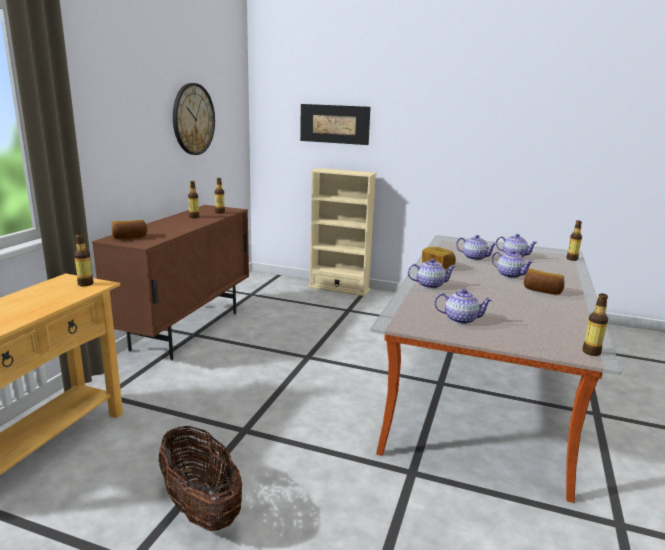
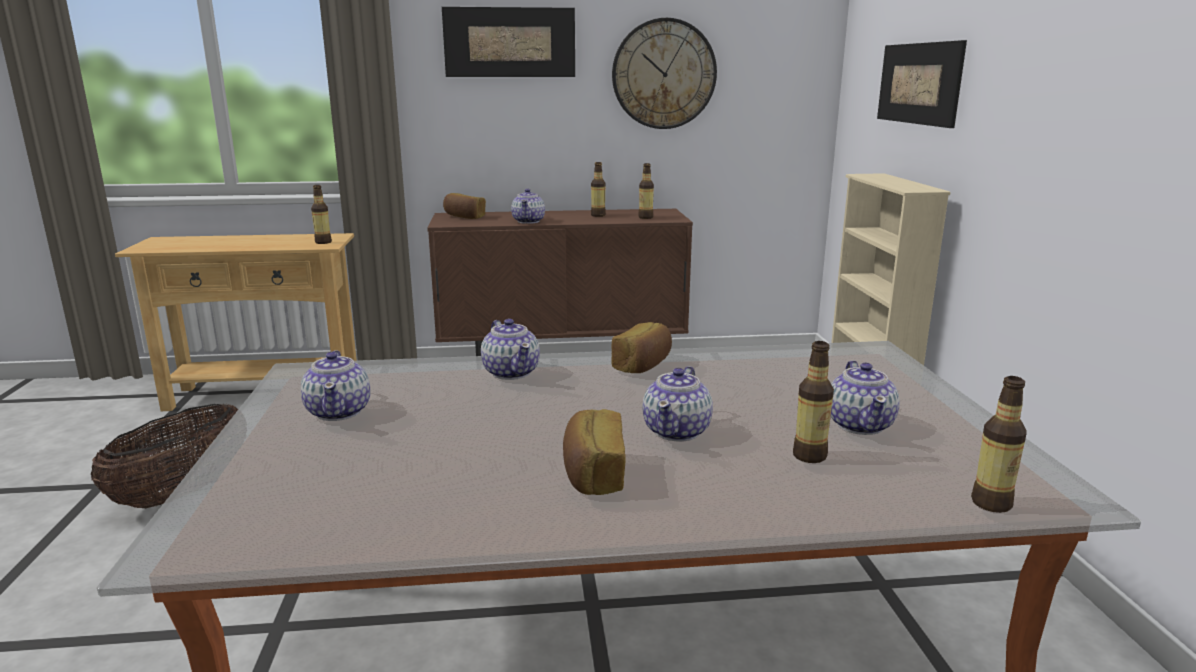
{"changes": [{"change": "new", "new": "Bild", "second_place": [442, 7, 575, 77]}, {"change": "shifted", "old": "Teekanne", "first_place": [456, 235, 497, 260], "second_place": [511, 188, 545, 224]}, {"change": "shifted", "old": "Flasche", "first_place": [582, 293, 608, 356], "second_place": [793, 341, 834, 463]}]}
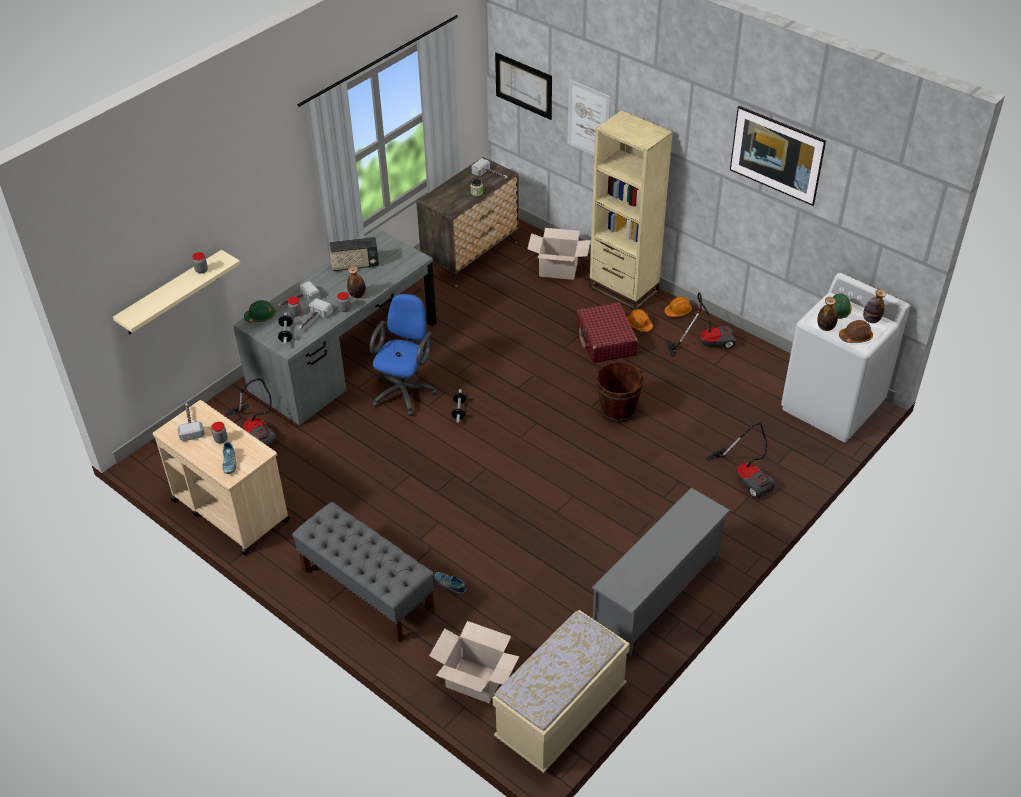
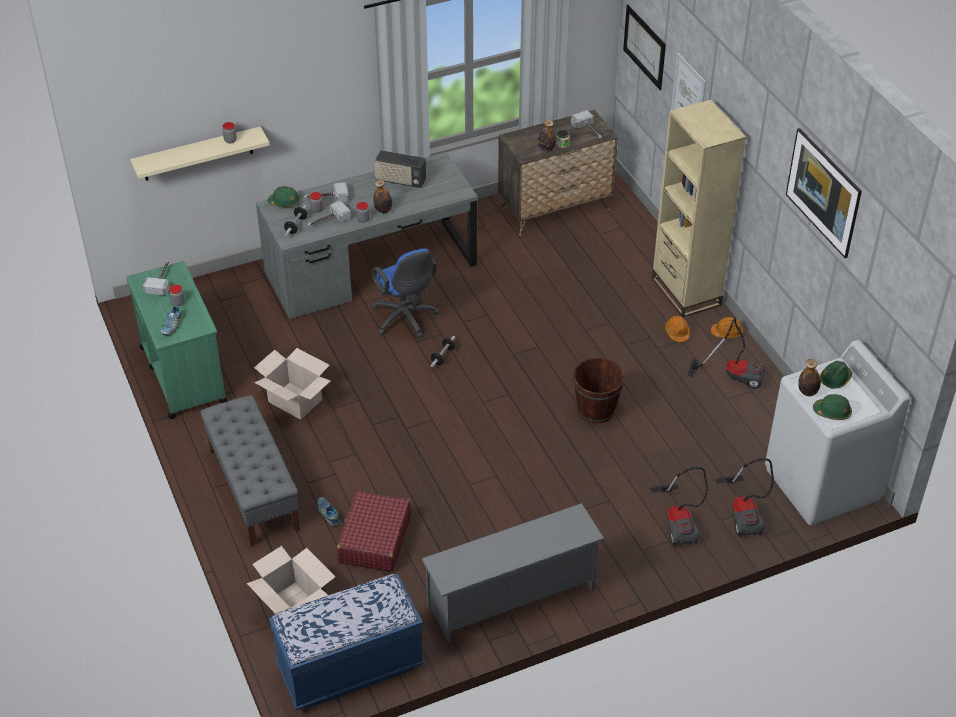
{"changes": [{"change": "shifted", "old": "Staubsauger", "first_place": [226, 378, 277, 446], "second_place": [716, 458, 774, 537]}, {"change": "shifted", "old": "Karton", "first_place": [527, 228, 591, 280], "second_place": [254, 348, 330, 420]}, {"change": "shifted", "old": "Koffer [rot]", "first_place": [577, 302, 638, 363], "second_place": [337, 491, 411, 572]}, {"change": "shifted", "old": "Flasche", "first_place": [863, 289, 886, 323], "second_place": [538, 120, 556, 152]}, {"change": "repainted", "old": "Rollwagen [beige]", "new": "Rollwagen [grün]", "first_place": [153, 400, 290, 555], "second_place": [126, 261, 227, 419]}, {"change": "repainted", "old": "Bank [beige]", "new": "Bank [blau]", "first_place": [492, 610, 630, 773], "second_place": [269, 574, 424, 710]}, {"change": "repainted", "old": "Schutzhelm [braun]", "new": "Schutzhelm [grün]", "first_place": [839, 320, 873, 343], "second_place": [813, 394, 852, 420]}, {"change": "rotated", "old": "Bürostuhl [blau]", "first_place": [370, 294, 437, 416], "second_place": [371, 248, 438, 339], "degrees": 105}]}
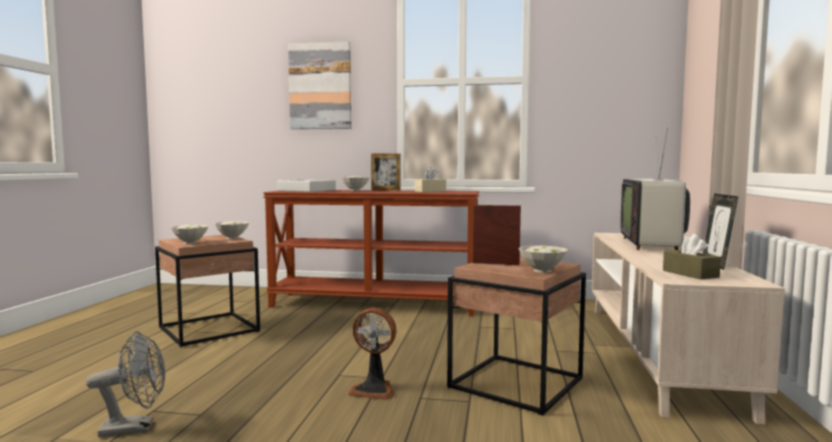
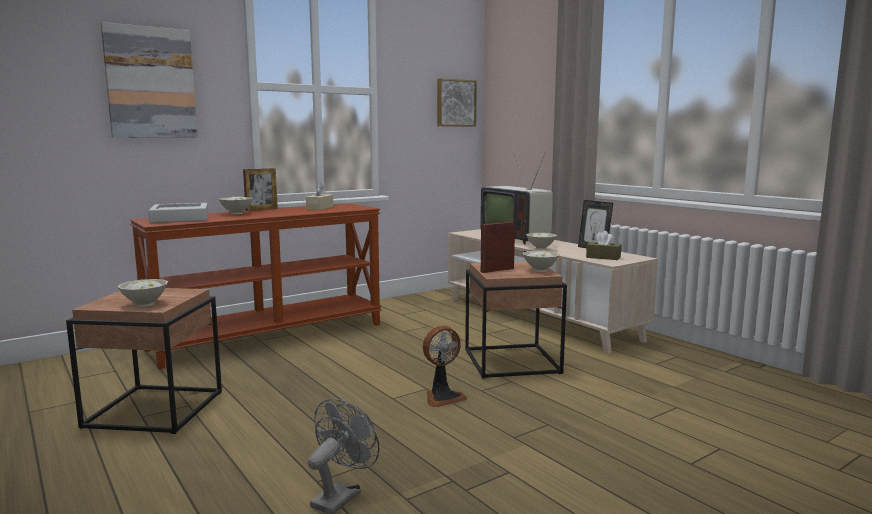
{"changes": [{"change": "new", "new": "Bild", "second_place": [437, 78, 477, 127]}, {"change": "shifted", "old": "Schüssel [weiß]", "first_place": [215, 221, 249, 239], "second_place": [526, 233, 557, 250]}]}
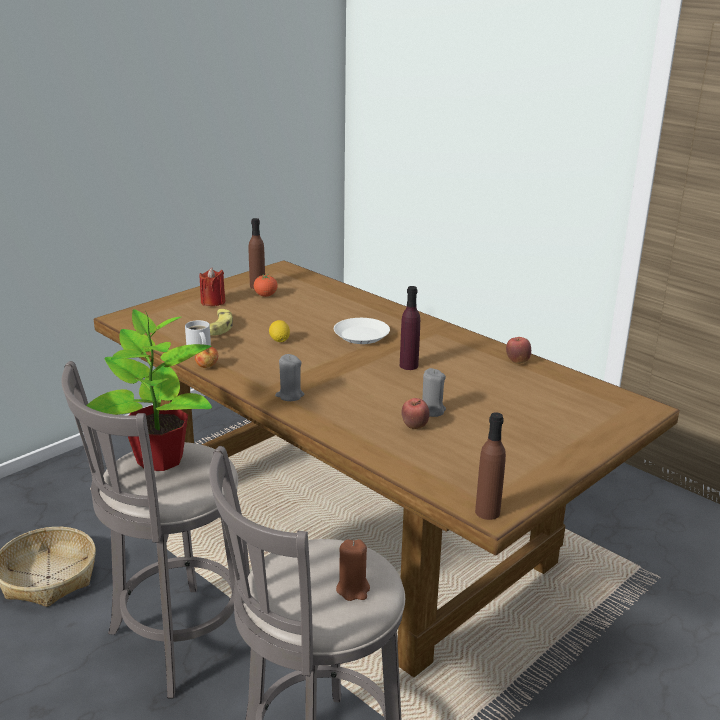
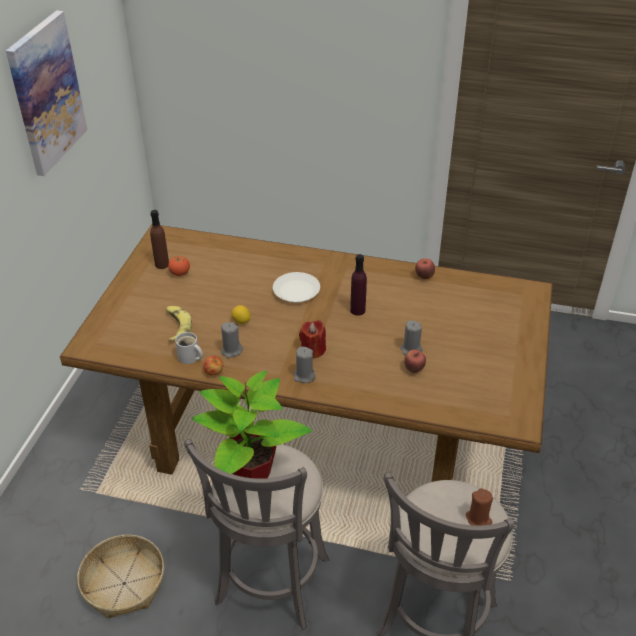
{"changes": [{"change": "gone", "old": "Flasche [braun]", "first_place": [475, 412, 506, 520]}, {"change": "new", "new": "Bild", "second_place": [6, 10, 87, 176]}, {"change": "new", "new": "Kerze [grau]", "second_place": [221, 322, 243, 359]}, {"change": "shifted", "old": "Kerze [rot]", "first_place": [199, 268, 225, 306], "second_place": [299, 320, 326, 358]}]}
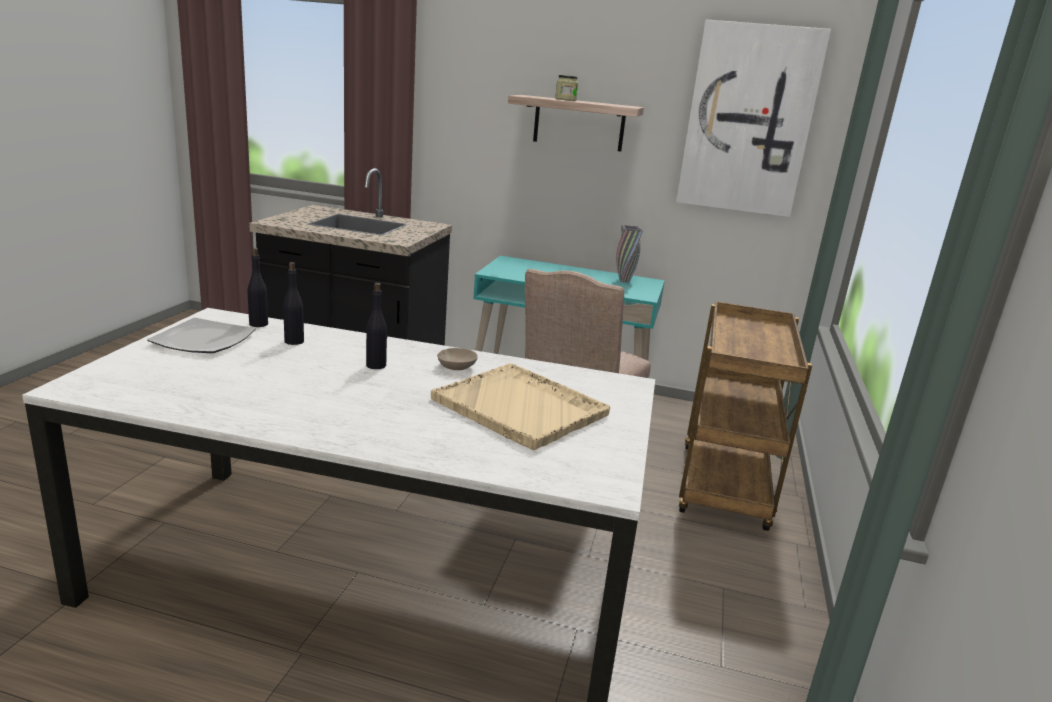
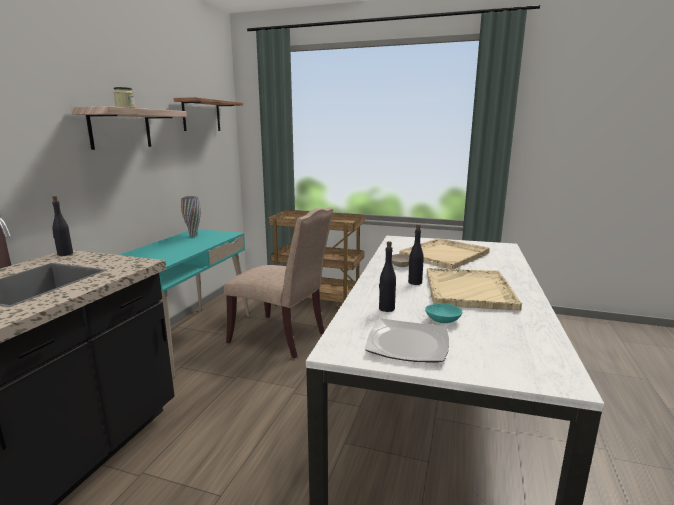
{"changes": [{"change": "new", "new": "Schüssel [türkis]", "second_place": [425, 303, 462, 323]}, {"change": "new", "new": "Tablett [beige]", "second_place": [427, 268, 522, 311]}, {"change": "shifted", "old": "Flasche [schwarz]", "first_place": [247, 248, 268, 327], "second_place": [52, 196, 73, 256]}, {"change": "swapped", "old": "Bild", "new": "Wandregal", "first_place": [676, 19, 831, 217], "second_place": [173, 97, 243, 131]}]}
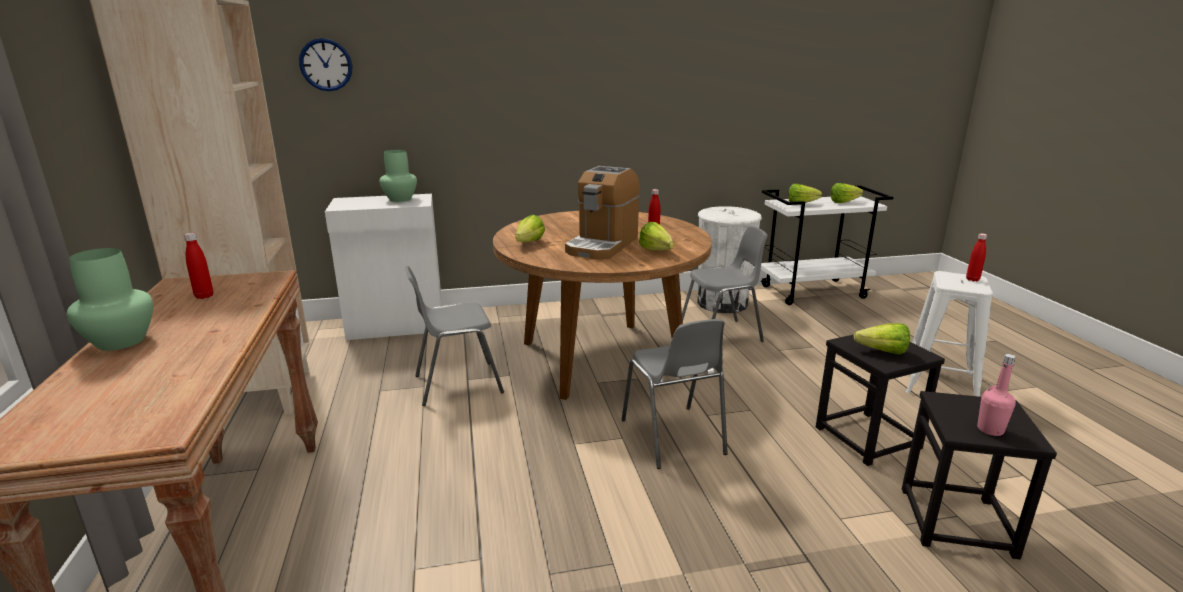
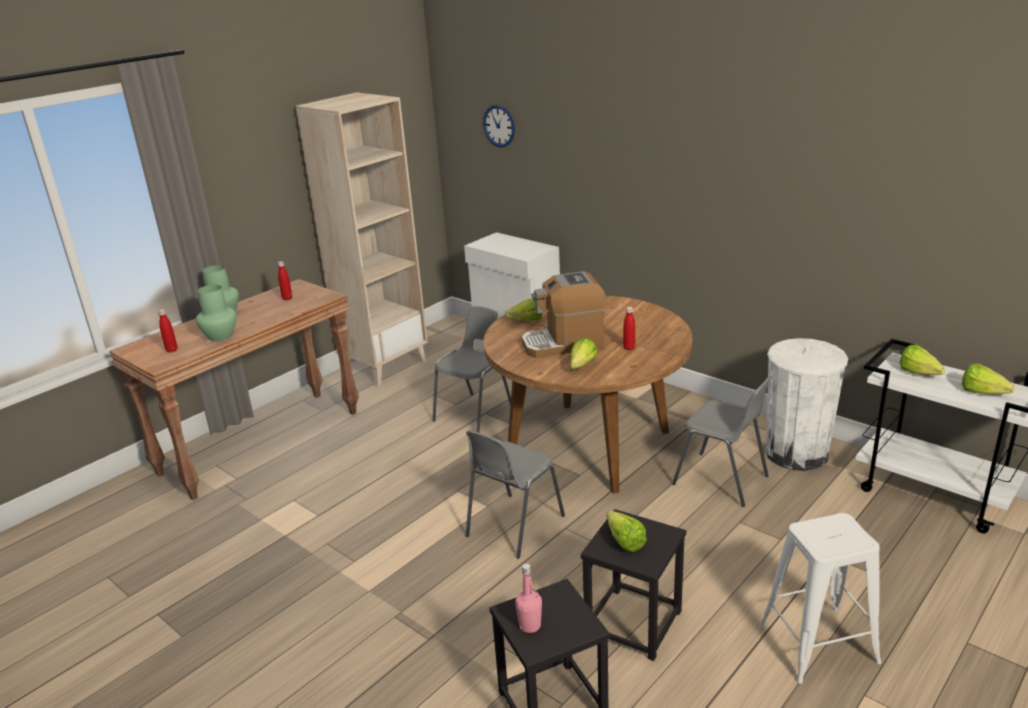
{"changes": [{"change": "shifted", "old": "Vase [grün]", "first_place": [379, 150, 417, 202], "second_place": [196, 285, 236, 341]}, {"change": "shifted", "old": "Flasche [rot]", "first_place": [966, 233, 987, 281], "second_place": [158, 309, 177, 352]}, {"change": "rotated", "old": "Stuhl [grau]", "first_place": [405, 265, 504, 406], "second_place": [432, 306, 511, 432], "degrees": 90}]}
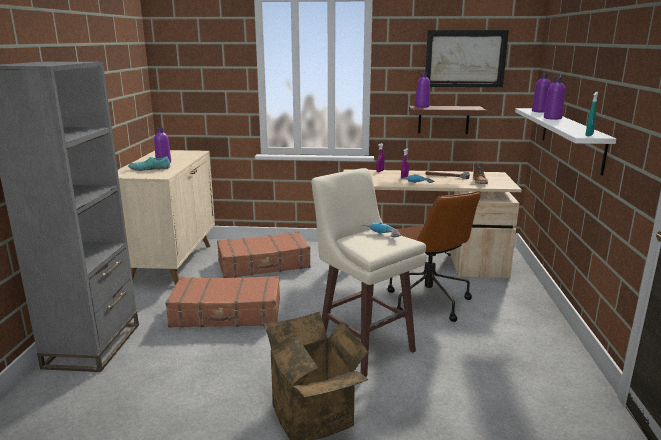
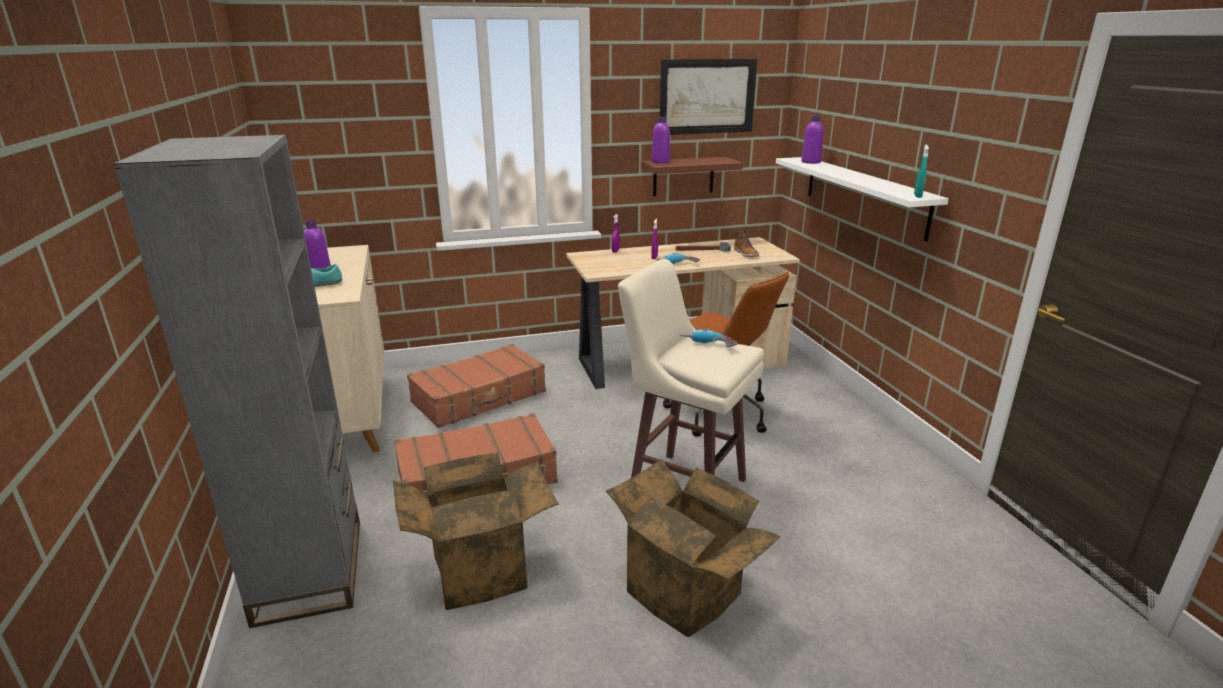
{"changes": [{"change": "gone", "old": "Flasche [lila]", "first_place": [544, 77, 565, 120]}, {"change": "new", "new": "Karton", "second_place": [393, 453, 559, 610]}]}
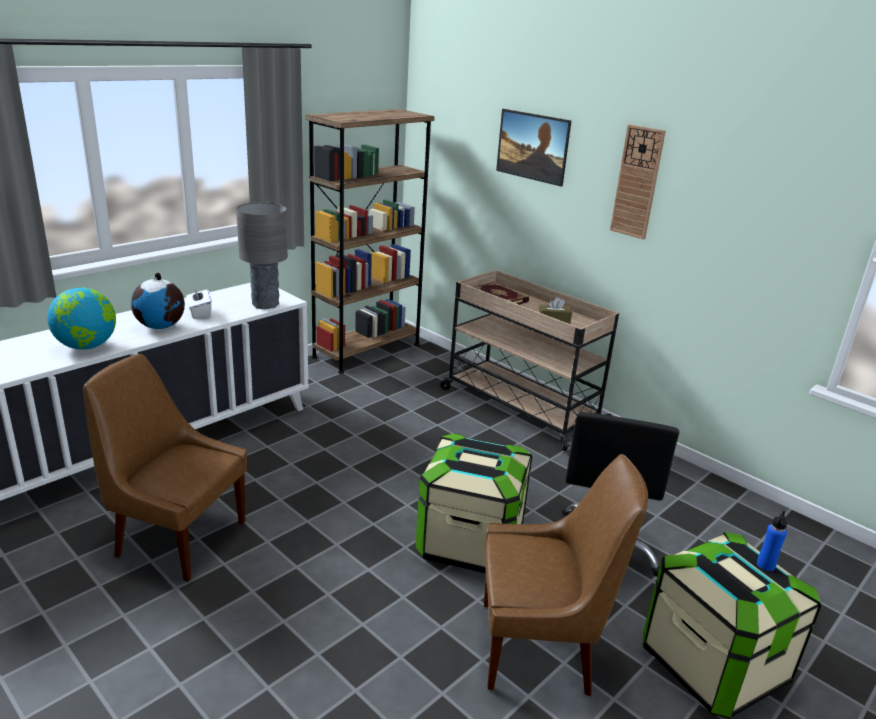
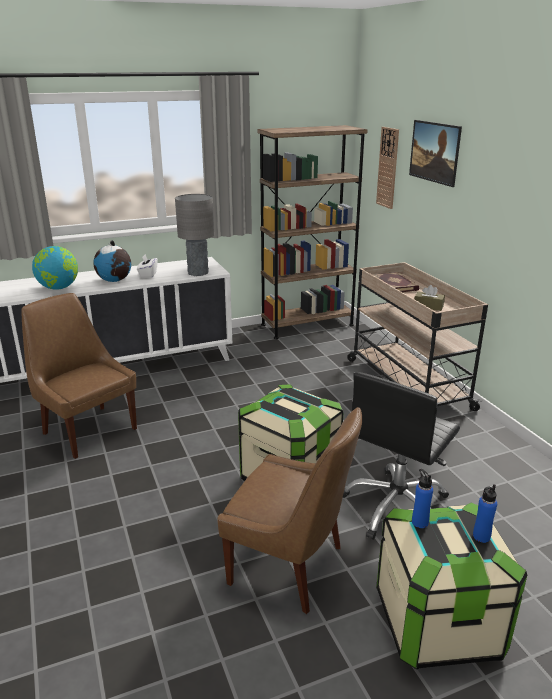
{"changes": [{"change": "new", "new": "Flasche [blau]", "second_place": [412, 469, 433, 528]}, {"change": "shifted", "old": "Wanduhr", "first_place": [610, 124, 666, 240], "second_place": [376, 127, 399, 209]}]}
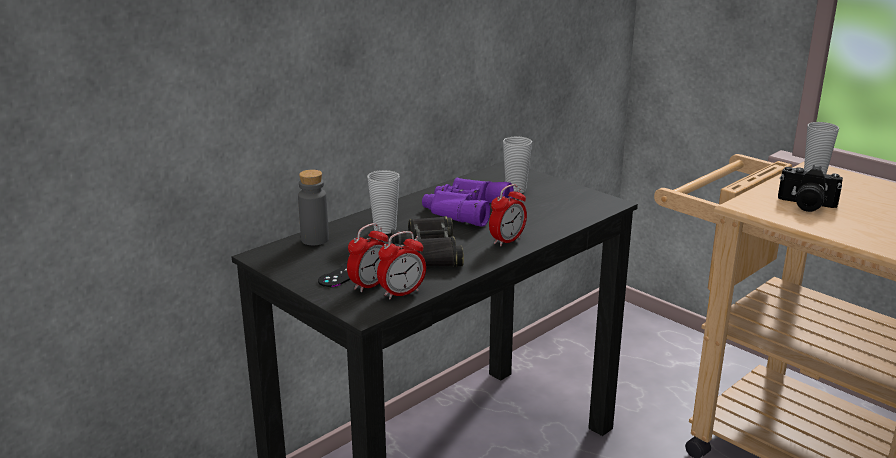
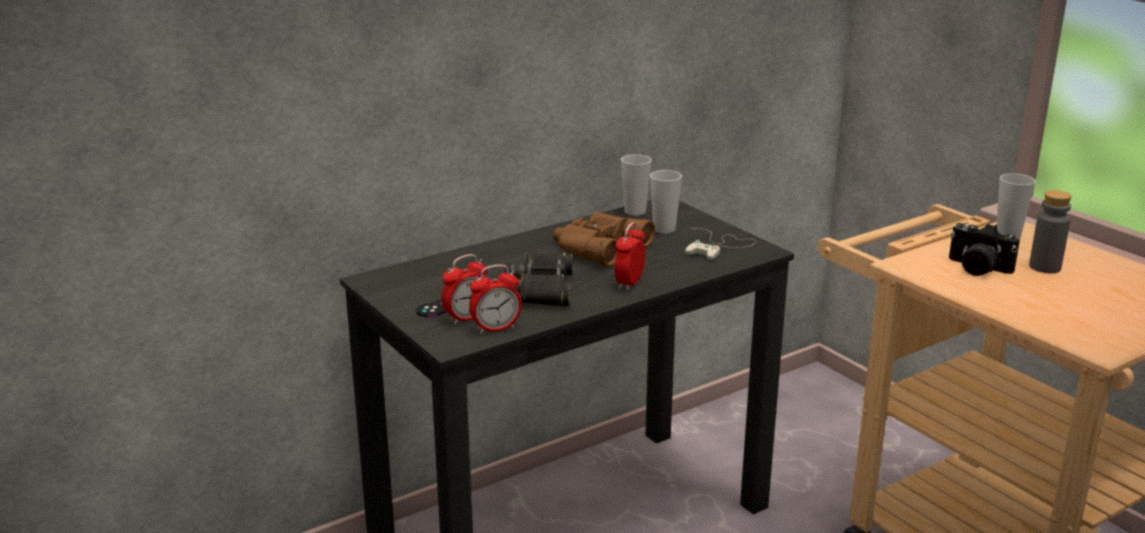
{"changes": [{"change": "new", "new": "Gamepad [weiß]", "second_place": [685, 228, 756, 260]}, {"change": "shifted", "old": "Flasche [grau]", "first_place": [298, 170, 329, 245], "second_place": [1029, 190, 1072, 273]}, {"change": "shifted", "old": "Tasse", "first_place": [367, 170, 400, 234], "second_place": [621, 154, 652, 216]}, {"change": "repainted", "old": "Fernglas [lila]", "new": "Fernglas [braun]", "first_place": [422, 178, 514, 227], "second_place": [553, 211, 655, 267]}, {"change": "rotated", "old": "Wecker", "first_place": [489, 184, 527, 247], "second_place": [614, 222, 645, 290], "degrees": 150}]}
